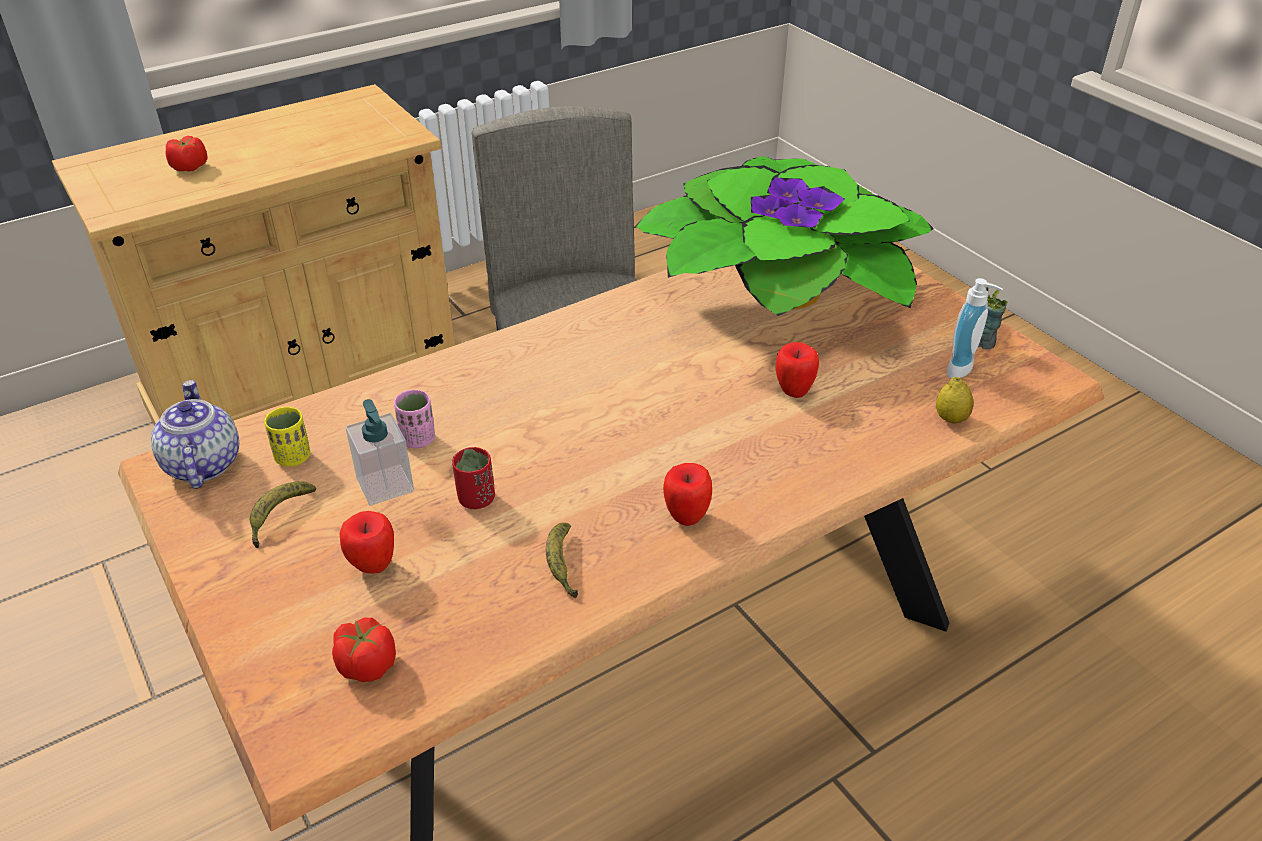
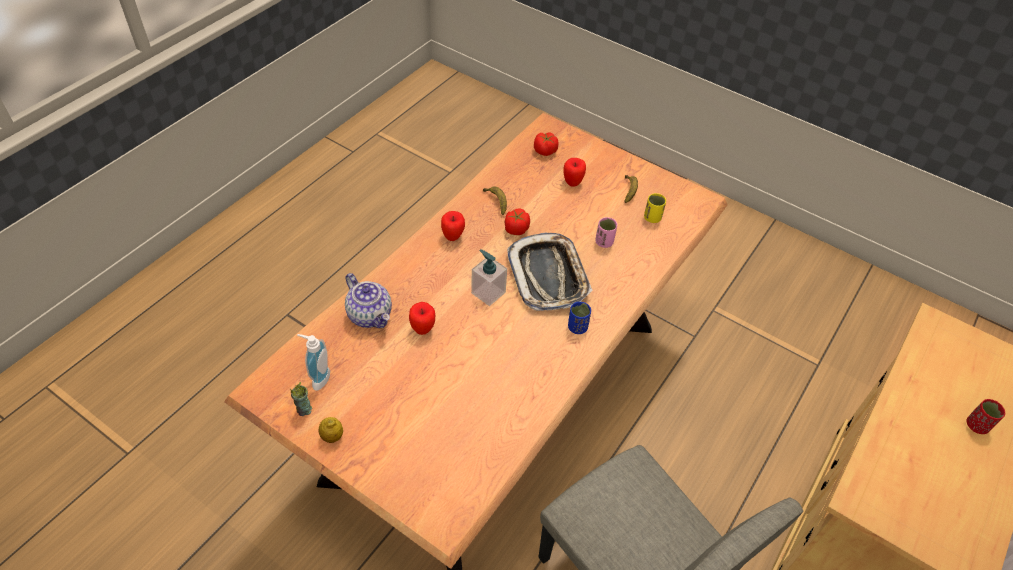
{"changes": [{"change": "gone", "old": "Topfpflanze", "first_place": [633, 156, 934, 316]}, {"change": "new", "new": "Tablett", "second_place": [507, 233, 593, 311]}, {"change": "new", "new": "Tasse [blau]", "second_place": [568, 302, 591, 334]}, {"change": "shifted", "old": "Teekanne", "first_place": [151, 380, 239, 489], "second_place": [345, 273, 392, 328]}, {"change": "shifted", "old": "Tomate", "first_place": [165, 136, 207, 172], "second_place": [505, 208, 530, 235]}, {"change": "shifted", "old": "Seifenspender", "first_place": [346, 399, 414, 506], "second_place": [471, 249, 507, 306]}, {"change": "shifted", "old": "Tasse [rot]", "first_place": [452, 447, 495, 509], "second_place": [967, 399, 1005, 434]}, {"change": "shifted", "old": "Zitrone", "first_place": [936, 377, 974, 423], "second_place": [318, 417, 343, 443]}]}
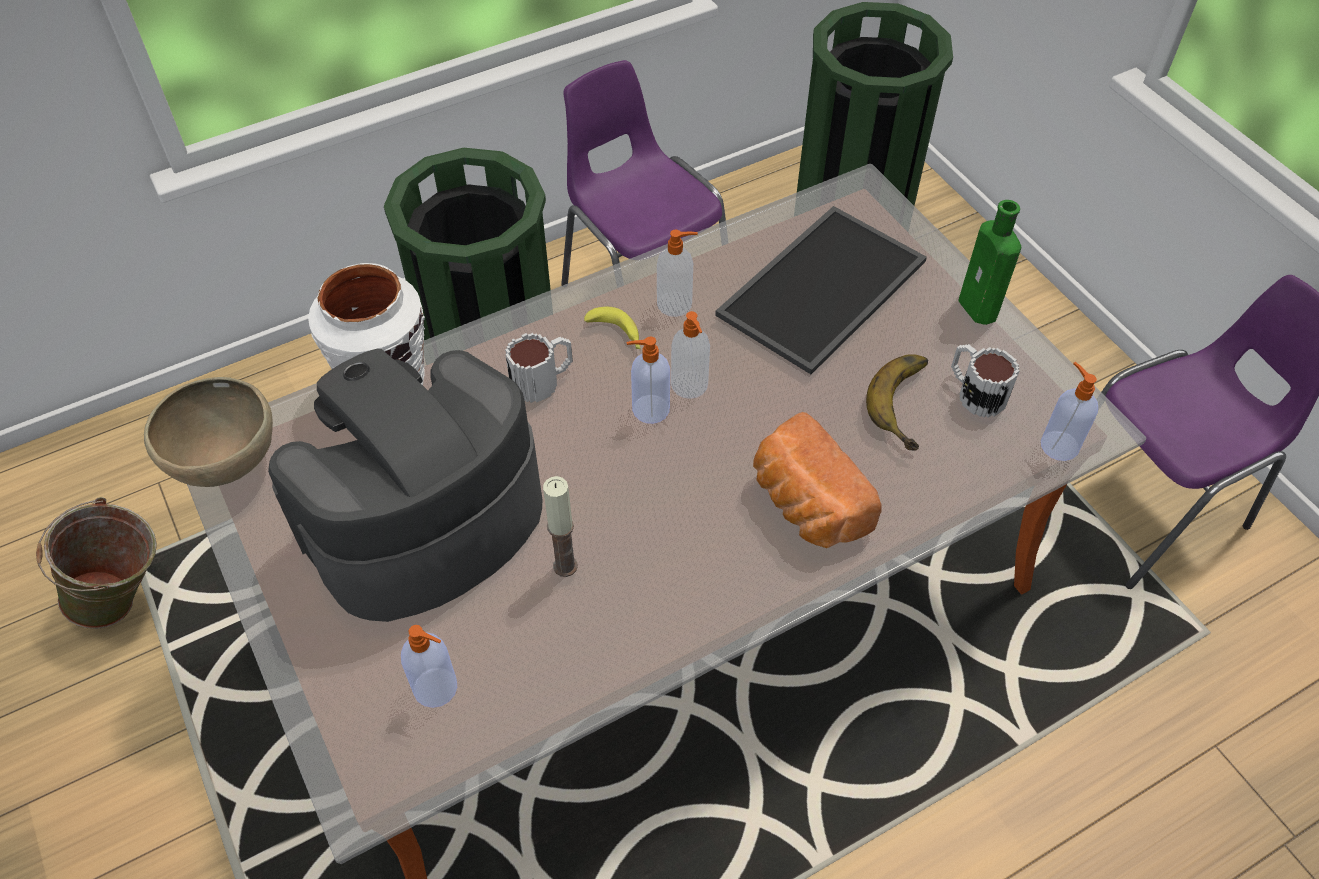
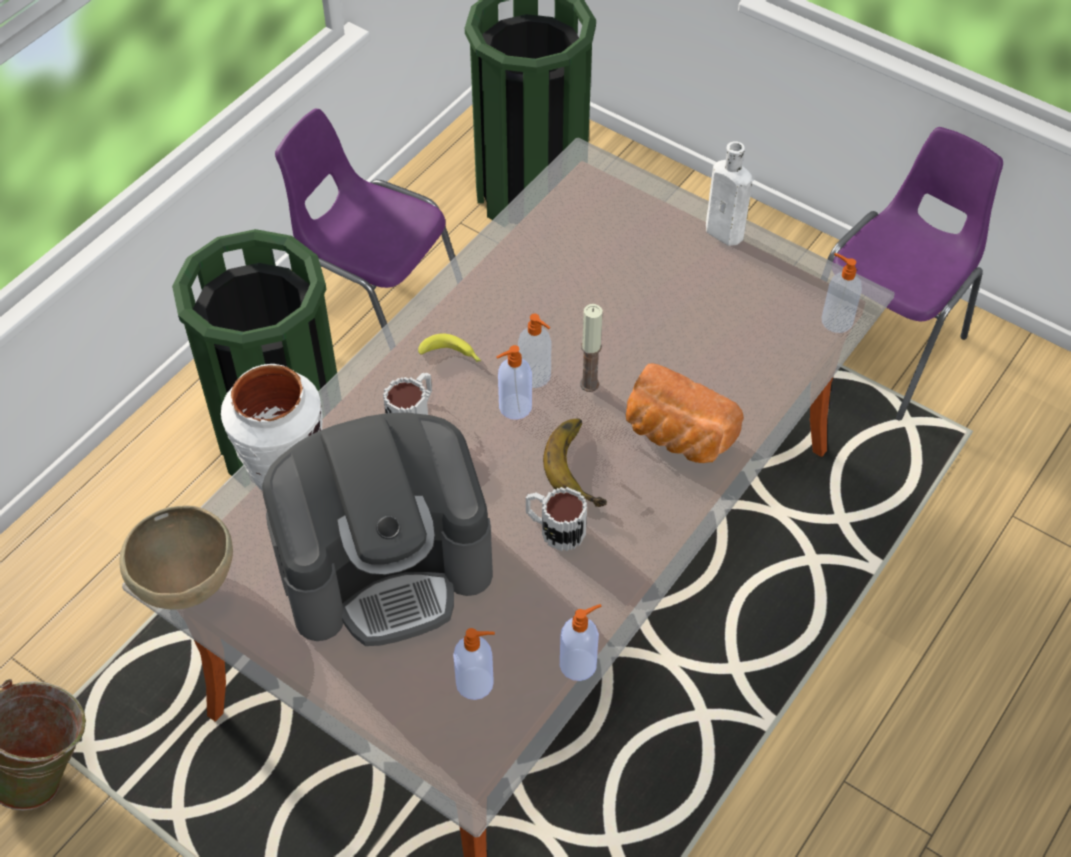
{"changes": [{"change": "gone", "old": "Tablett", "first_place": [715, 206, 927, 374]}, {"change": "shifted", "old": "Kerze", "first_place": [543, 476, 578, 577], "second_place": [580, 304, 603, 392]}, {"change": "shifted", "old": "Seifenspender", "first_place": [657, 230, 698, 317], "second_place": [560, 604, 601, 681]}, {"change": "shifted", "old": "Banane", "first_place": [866, 354, 928, 451], "second_place": [543, 419, 607, 507]}, {"change": "shifted", "old": "Henkelbecher", "first_place": [951, 344, 1019, 418], "second_place": [526, 487, 587, 551]}, {"change": "repainted", "old": "Flasche [grün]", "new": "Flasche [weiß]", "first_place": [958, 200, 1021, 325], "second_place": [706, 141, 752, 246]}, {"change": "rotated", "old": "Kaffeemaschine", "first_place": [268, 349, 542, 622], "second_place": [262, 412, 493, 646], "degrees": -135}]}
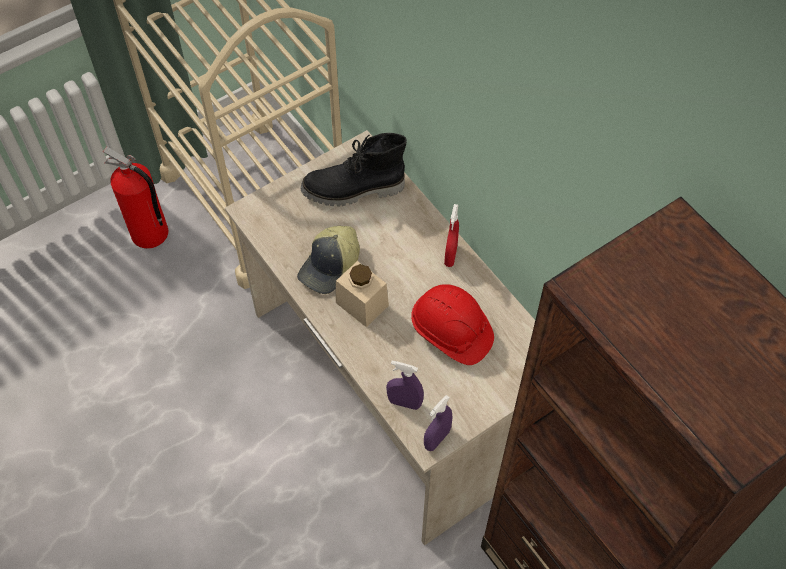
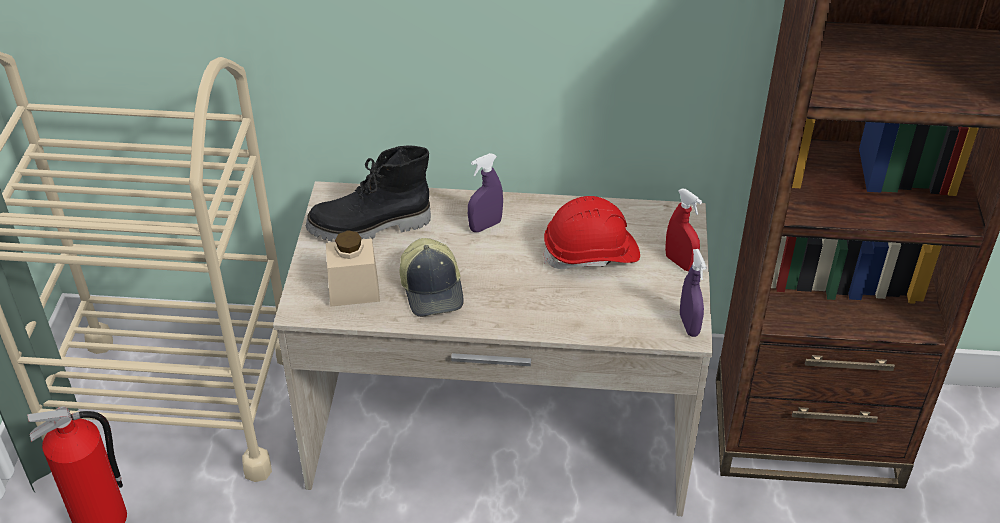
{"changes": [{"change": "shifted", "old": "Vorratsglas [beige]", "first_place": [336, 261, 389, 327], "second_place": [326, 230, 380, 307]}, {"change": "shifted", "old": "Sprühflasche [lila]", "first_place": [386, 361, 424, 410], "second_place": [468, 153, 503, 232]}, {"change": "shifted", "old": "Sprühflasche [rot]", "first_place": [444, 204, 459, 267], "second_place": [665, 189, 702, 271]}, {"change": "rotated", "old": "Stiefel [schwarz]", "first_place": [301, 133, 407, 206], "second_place": [306, 145, 431, 241], "degrees": 45}]}
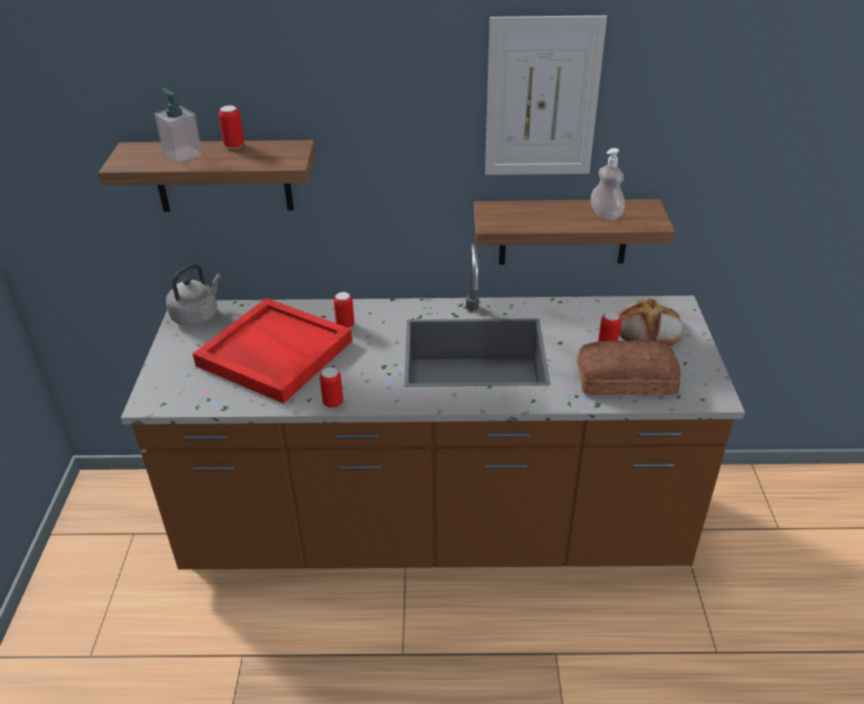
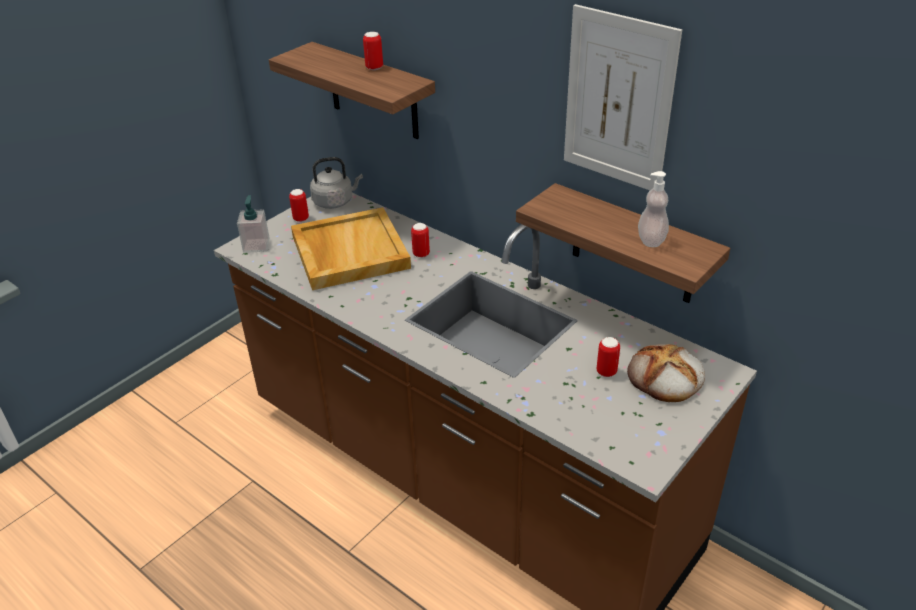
{"changes": [{"change": "gone", "old": "Brot", "first_place": [577, 340, 681, 395]}, {"change": "shifted", "old": "Seifenspender", "first_place": [154, 89, 203, 163], "second_place": [237, 195, 270, 253]}, {"change": "shifted", "old": "Dose", "first_place": [320, 367, 343, 408], "second_place": [289, 189, 309, 222]}, {"change": "repainted", "old": "Tablett [rot]", "new": "Tablett [beige]", "first_place": [193, 298, 352, 404], "second_place": [291, 207, 411, 290]}]}
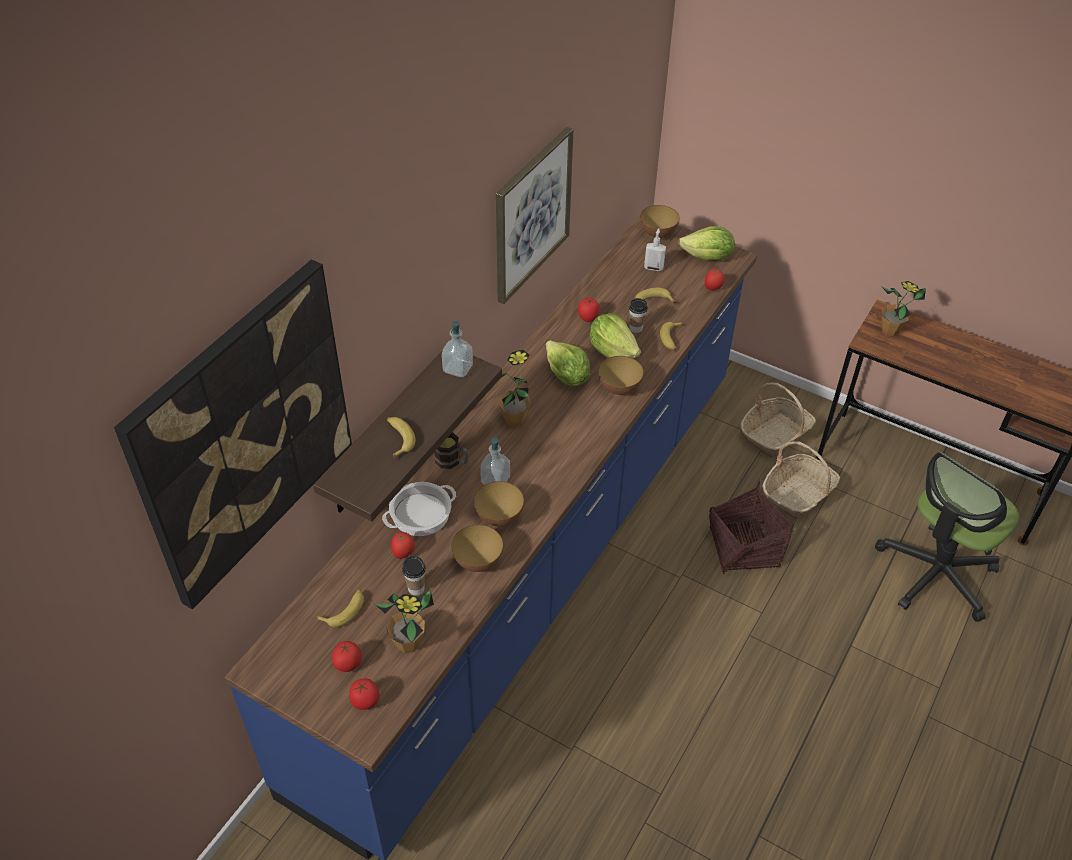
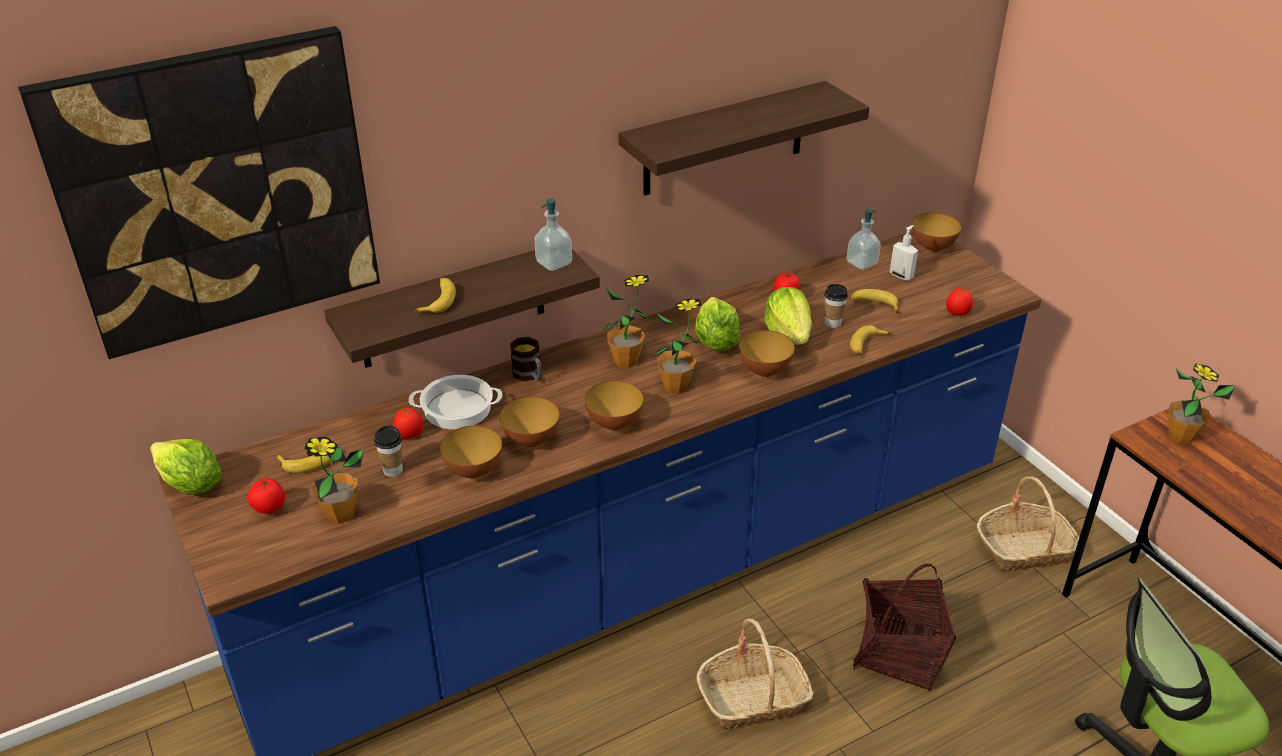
{"changes": [{"change": "gone", "old": "Tomate", "first_place": [349, 679, 379, 710]}, {"change": "new", "new": "Schüssel", "second_place": [585, 380, 644, 430]}, {"change": "new", "new": "Topfpflanze", "second_place": [653, 299, 701, 394]}, {"change": "shifted", "old": "Seifenspender", "first_place": [480, 436, 510, 485], "second_place": [847, 209, 881, 270]}, {"change": "shifted", "old": "Salatkopf", "first_place": [678, 226, 735, 260], "second_place": [150, 439, 221, 495]}, {"change": "shifted", "old": "Korb", "first_place": [762, 441, 840, 519], "second_place": [697, 618, 814, 729]}, {"change": "swapped", "old": "Bild", "new": "Wandregal", "first_place": [496, 127, 574, 304], "second_place": [618, 81, 869, 196]}]}
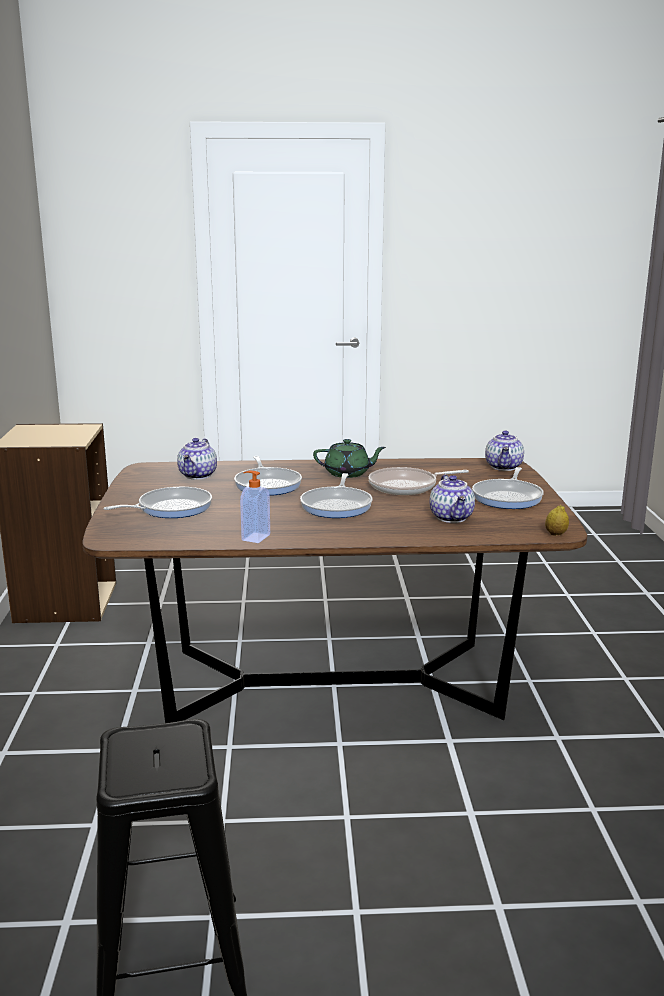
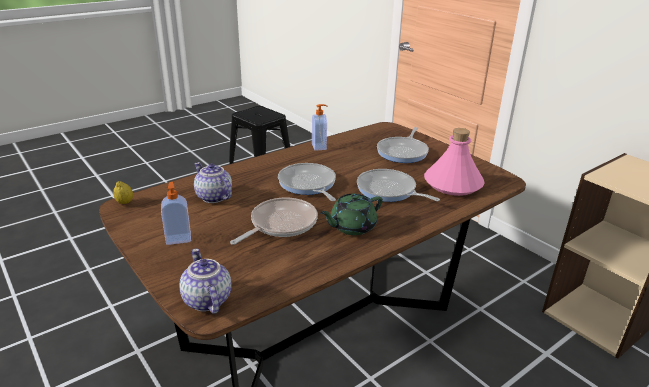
{"changes": [{"change": "swapped", "old": "Teekanne", "new": "Flasche [rosa]", "first_place": [177, 438, 217, 480], "second_place": [424, 128, 485, 196]}, {"change": "swapped", "old": "Pfanne", "new": "Seifenspender", "first_place": [472, 467, 544, 509], "second_place": [161, 182, 191, 245]}]}
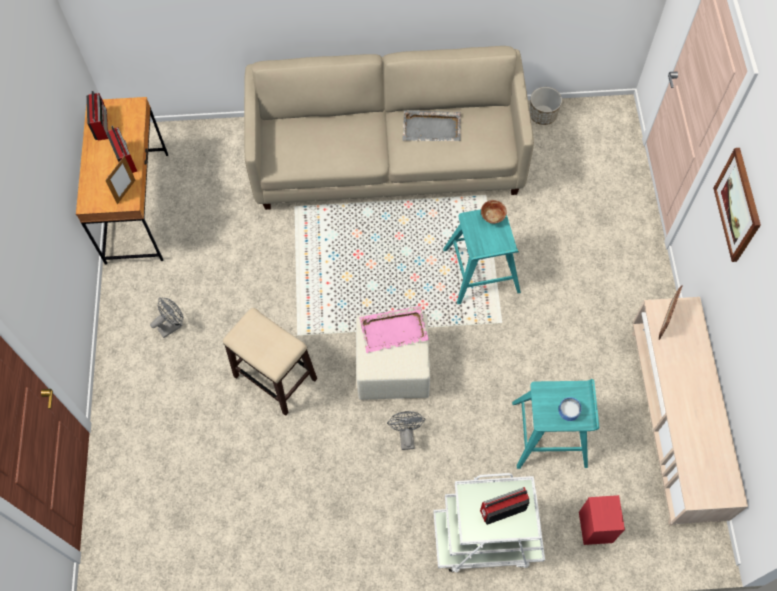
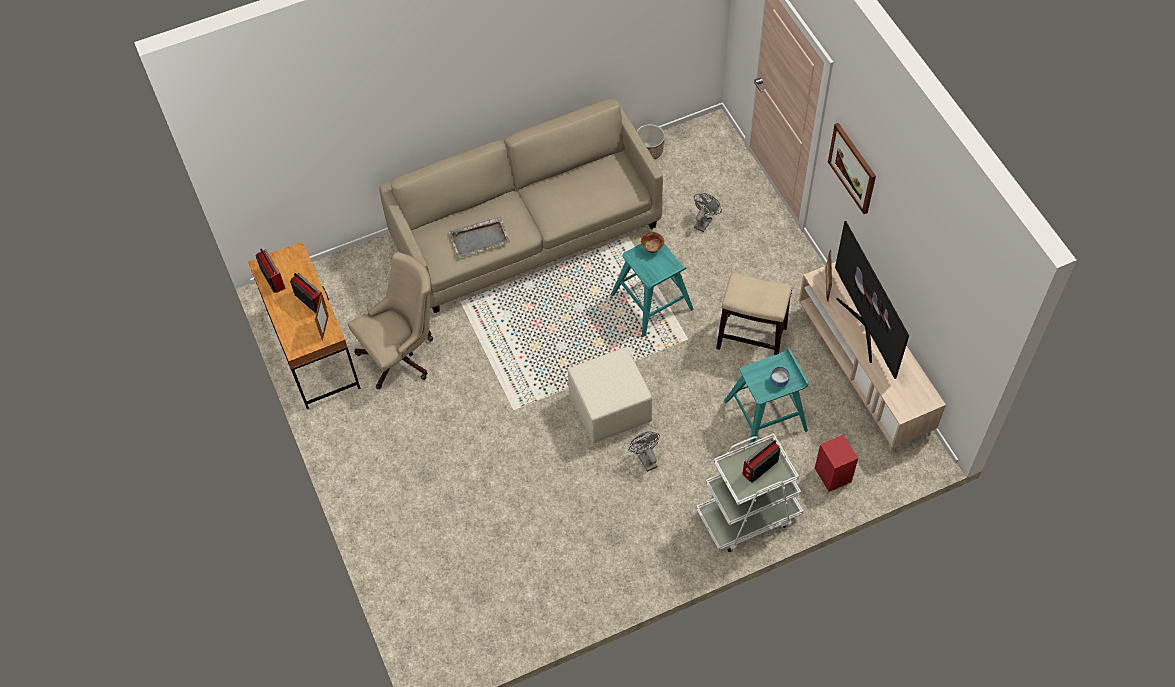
{"changes": [{"change": "gone", "old": "Tablett [rosa]", "first_place": [360, 306, 429, 353]}, {"change": "new", "new": "Bürostuhl [beige]", "second_place": [348, 252, 433, 389]}, {"change": "new", "new": "Fernseher", "second_place": [835, 221, 909, 379]}, {"change": "shifted", "old": "Ventilator [grau]", "first_place": [150, 297, 184, 338], "second_place": [694, 193, 722, 232]}, {"change": "shifted", "old": "Hocker", "first_place": [223, 308, 317, 416], "second_place": [716, 272, 792, 355]}, {"change": "shifted", "old": "Tablett [grau]", "first_place": [402, 110, 461, 141], "second_place": [449, 217, 510, 258]}]}
